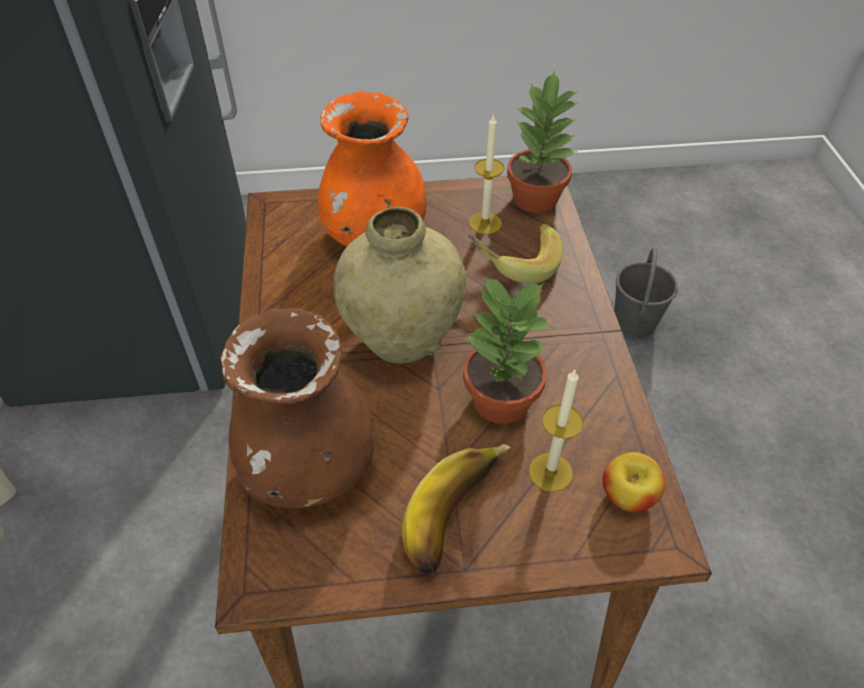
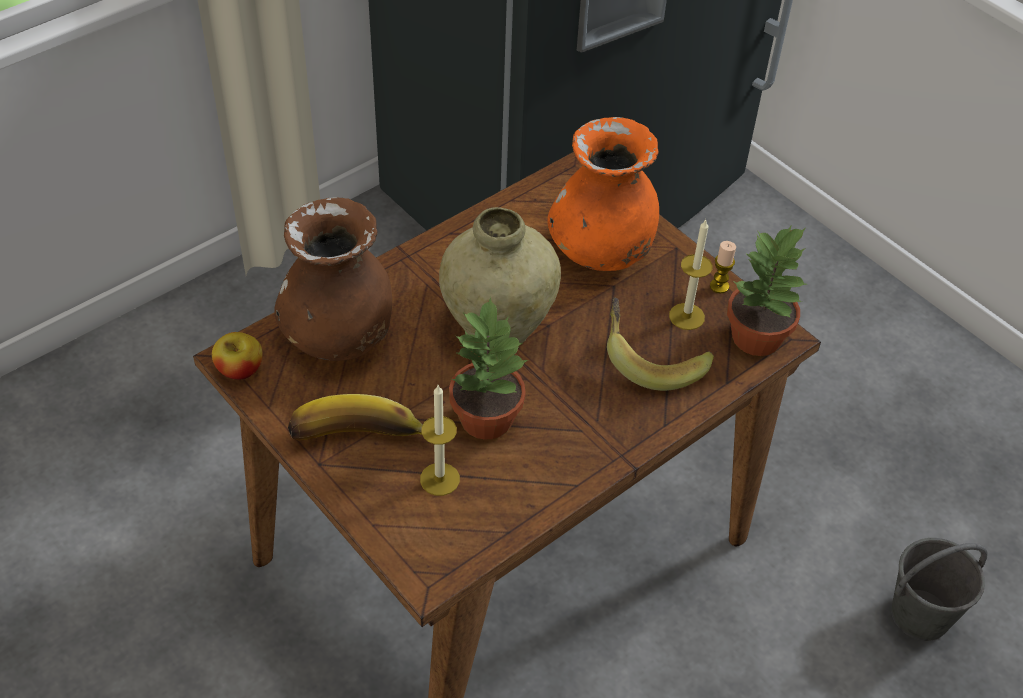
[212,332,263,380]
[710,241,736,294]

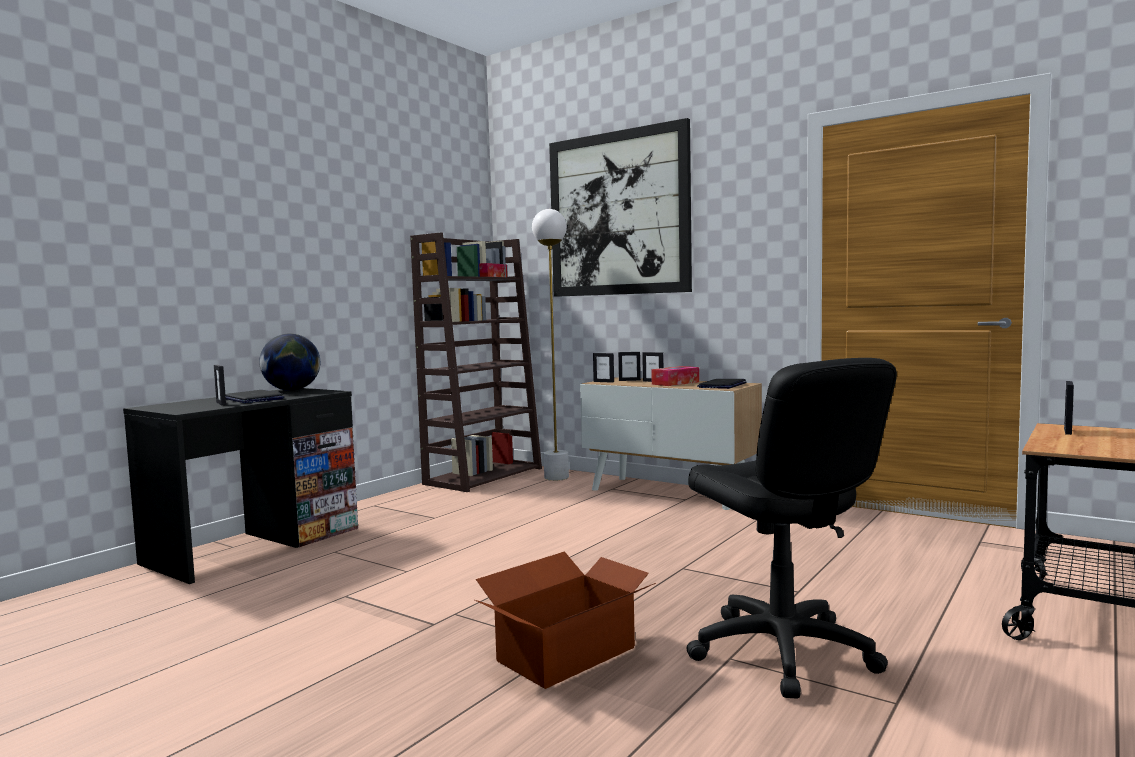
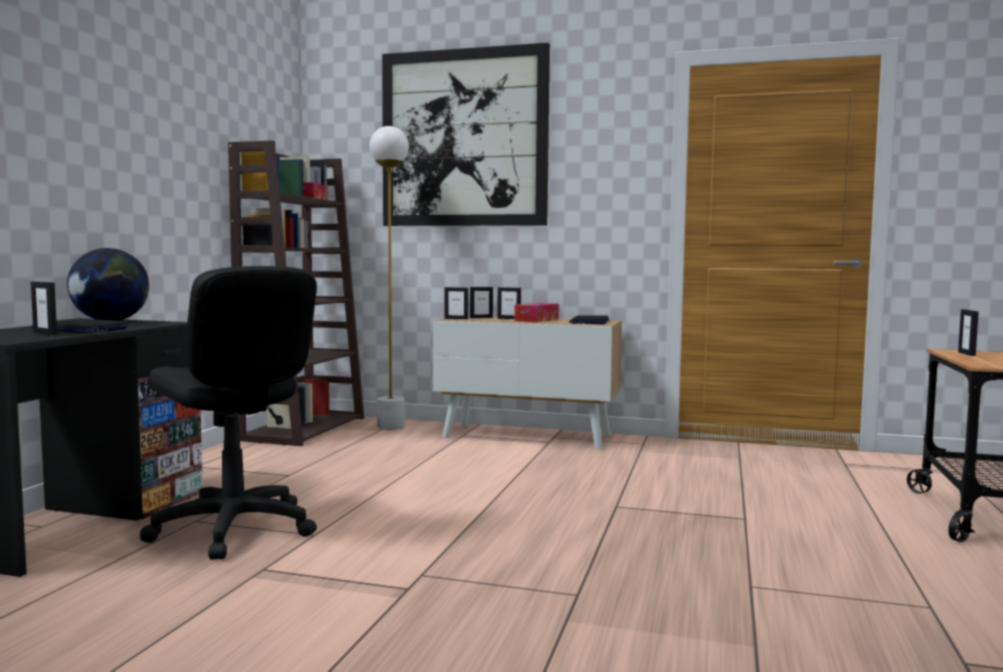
[140,266,317,560]
[475,551,656,689] (first image)

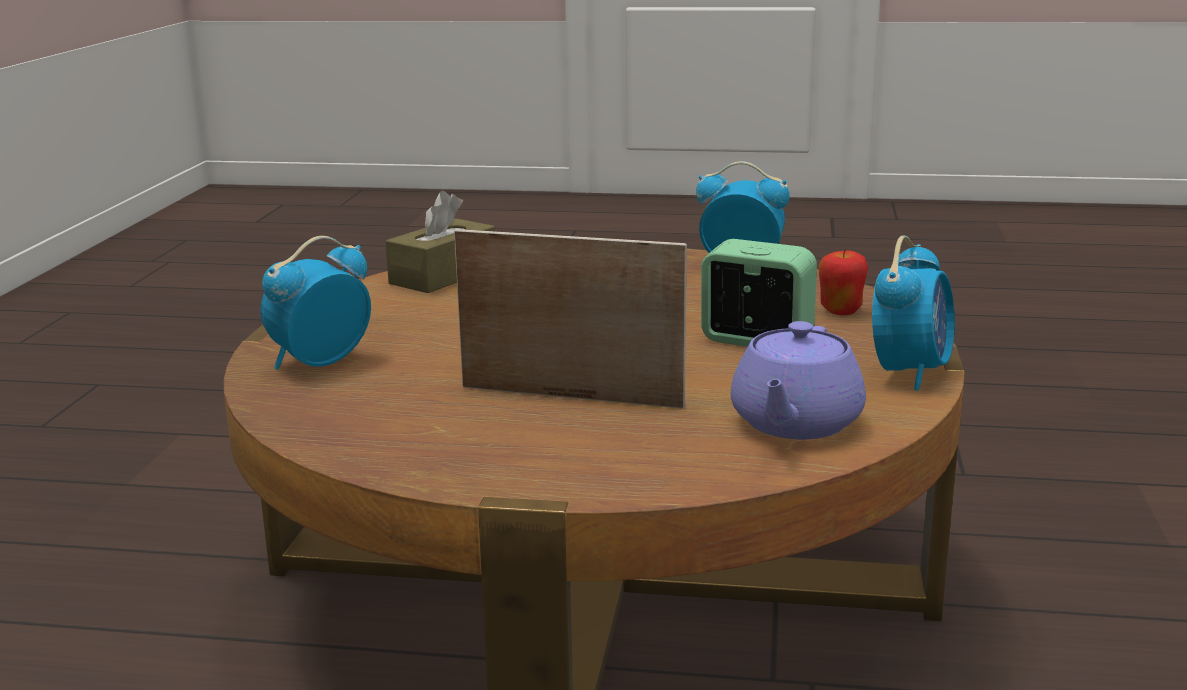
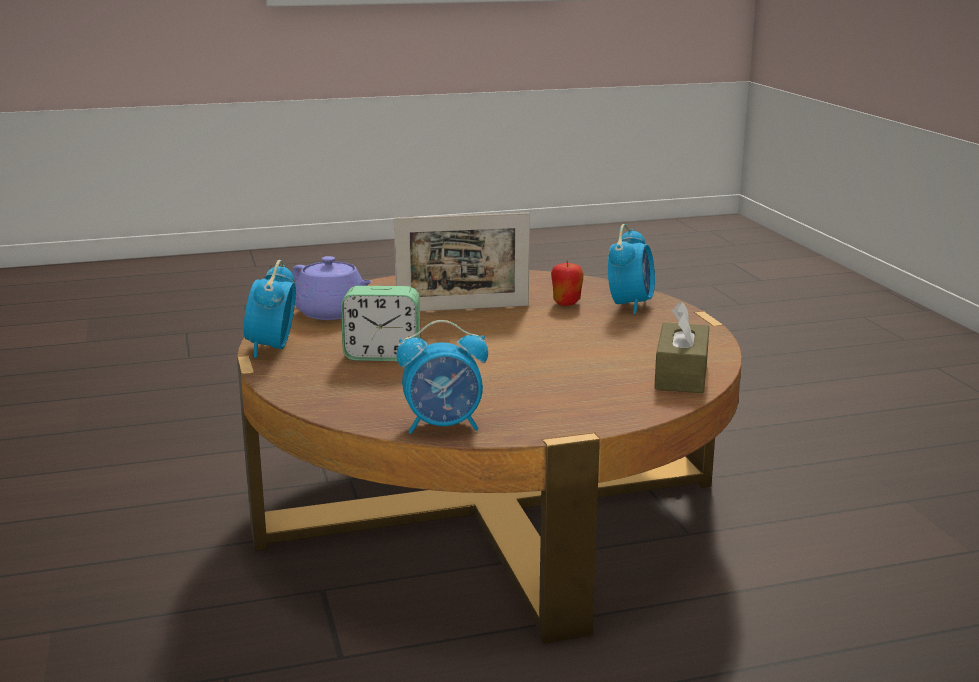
[551,261,584,306]
[292,256,373,320]

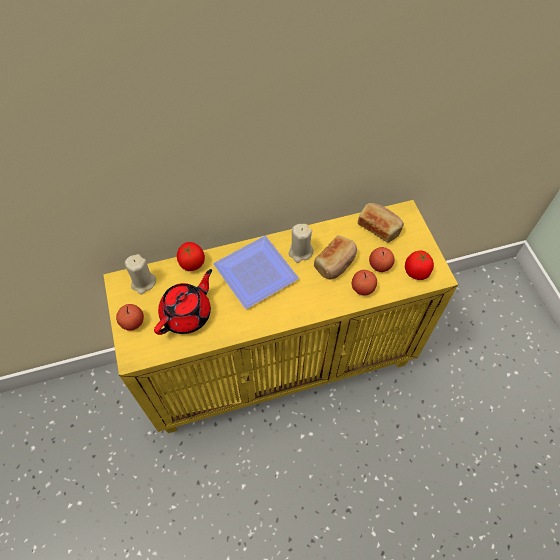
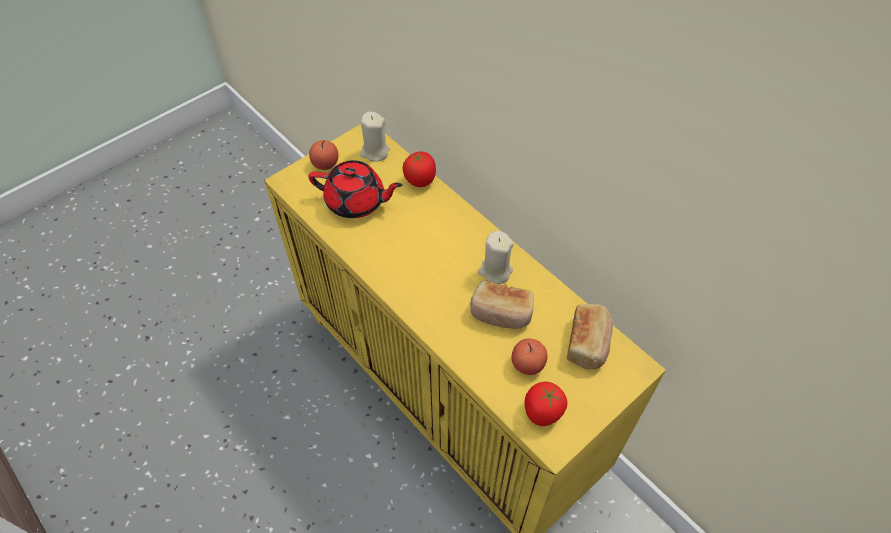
[213,236,299,309] (first image)
[352,270,377,295] (first image)

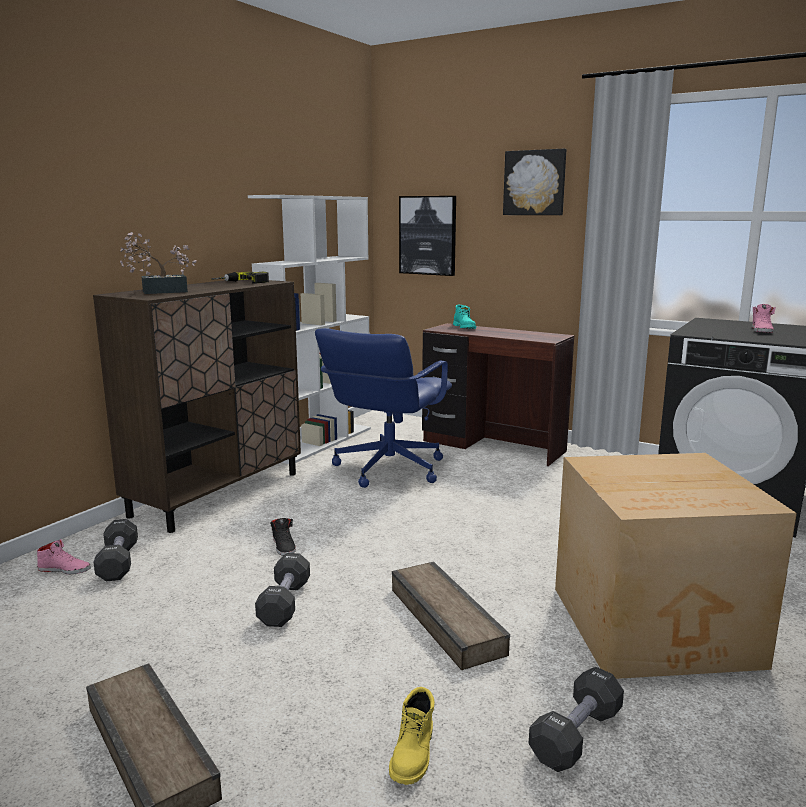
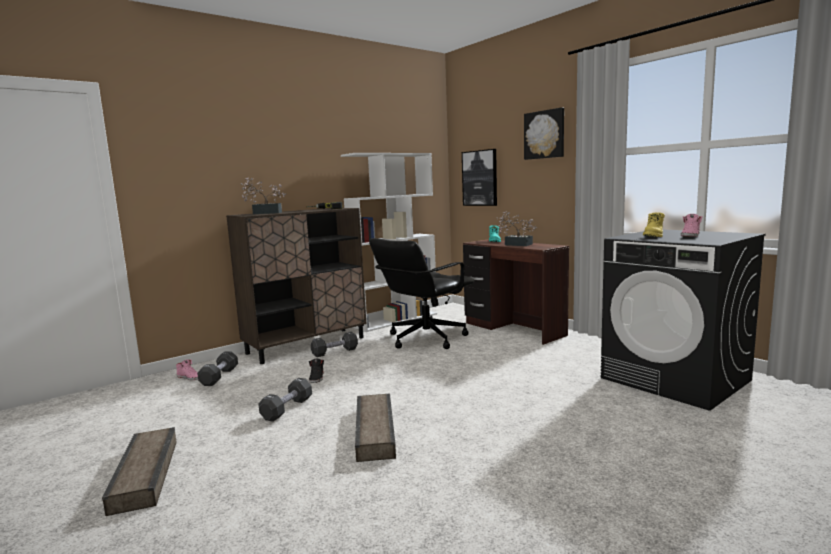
[369,238,474,349]
[555,453,797,679] (first image)
[311,332,358,357]
[643,212,665,237]
[497,212,538,246]

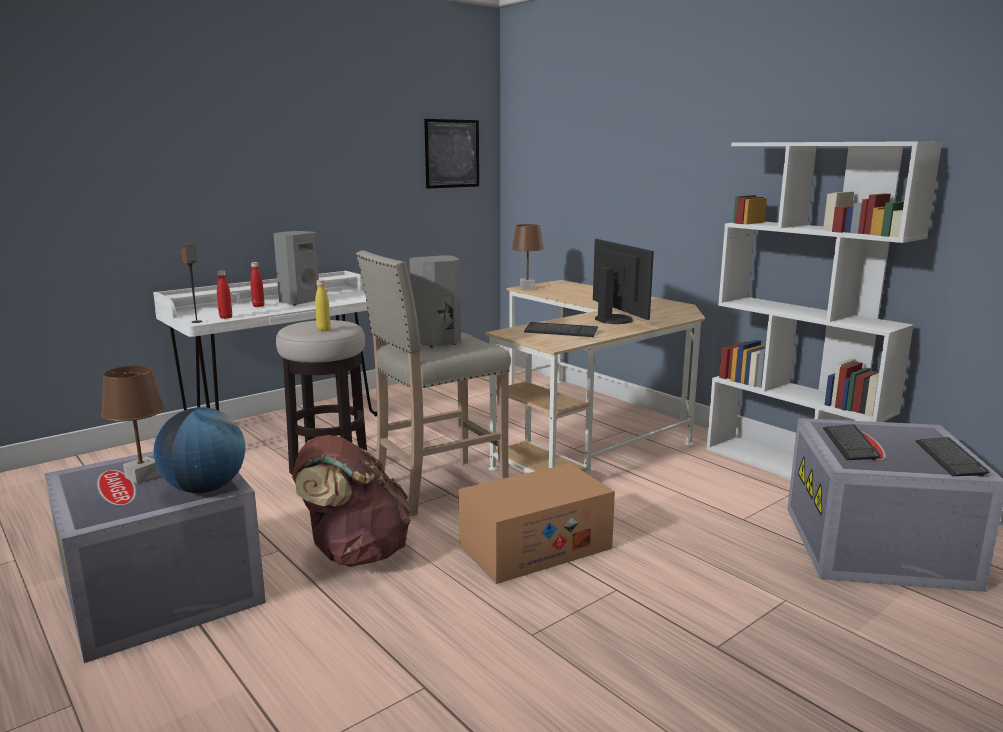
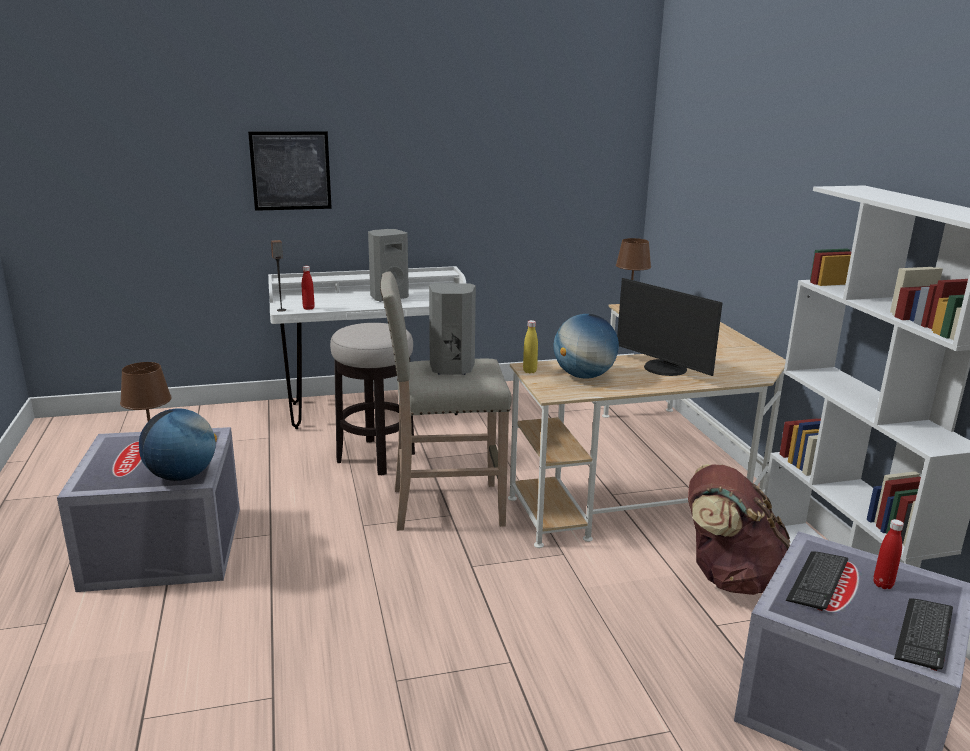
[248,131,332,211]
[617,278,722,376]
[873,519,904,589]
[523,320,538,373]
[553,314,619,379]
[688,464,790,595]
[458,463,615,584] (first image)

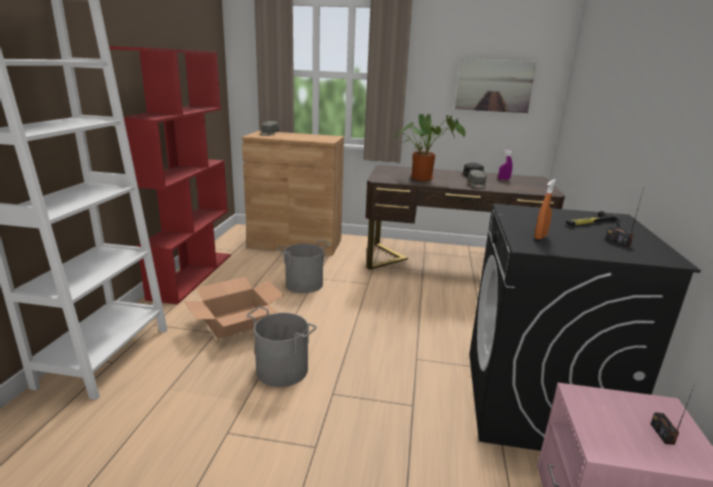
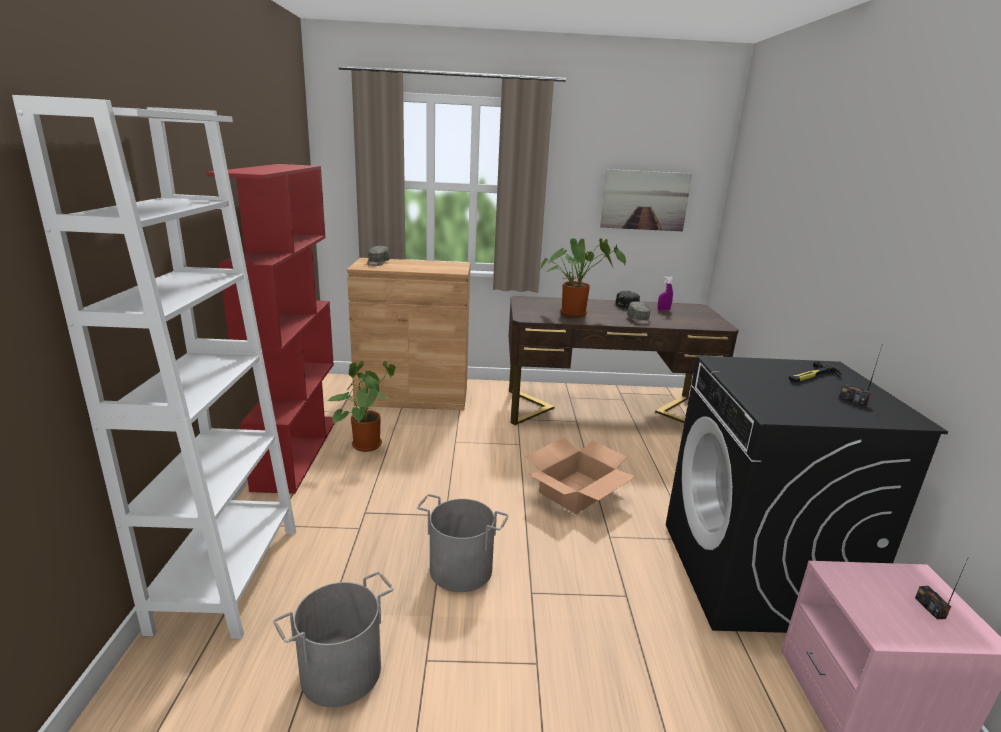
[534,179,556,239] (first image)
[273,572,393,707]
[525,438,636,514]
[328,361,396,452]

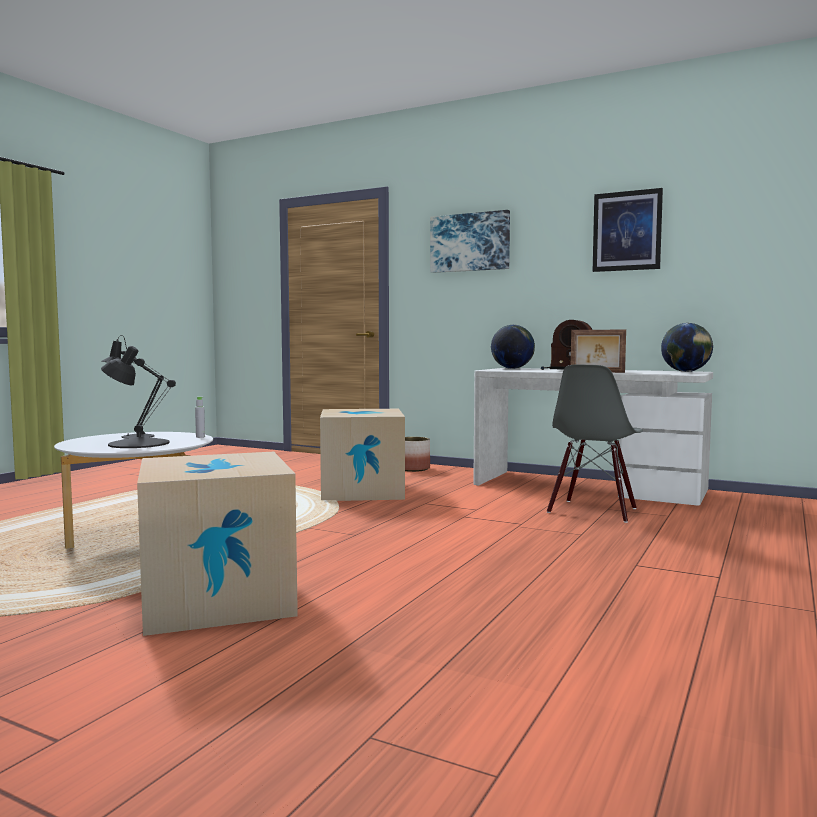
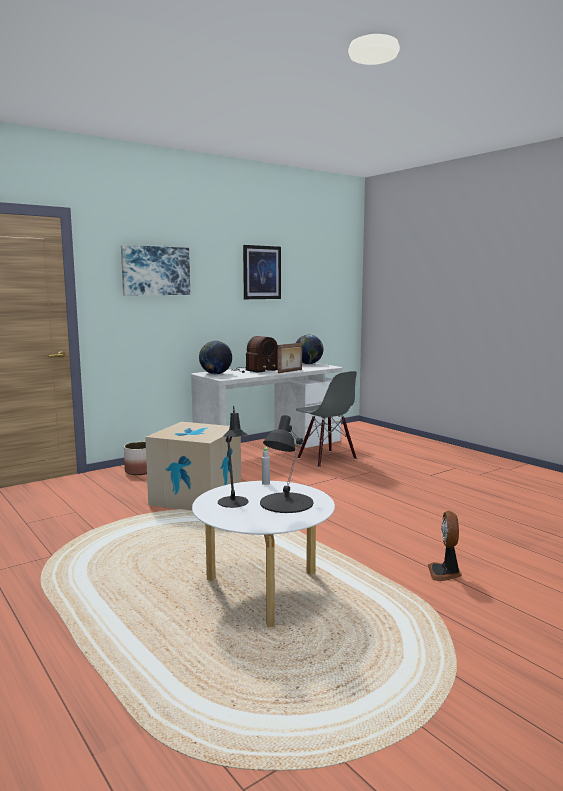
[428,511,462,581]

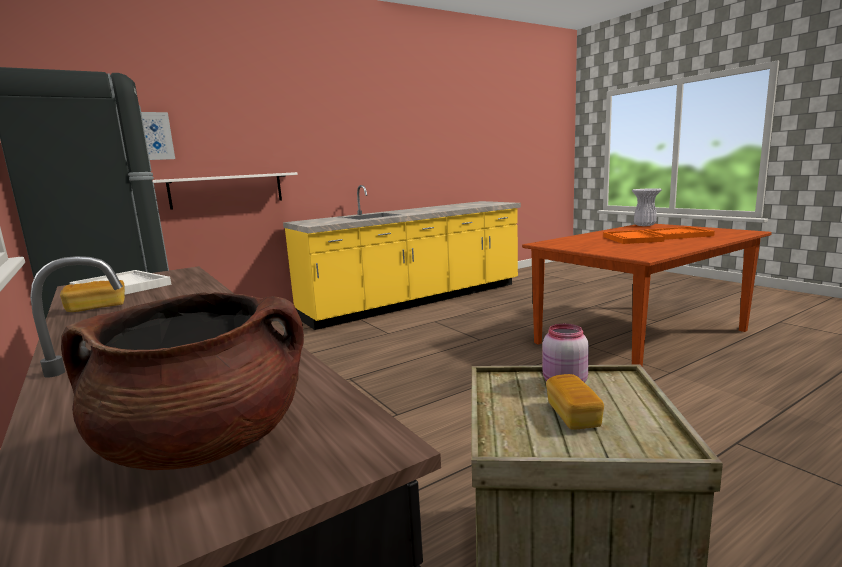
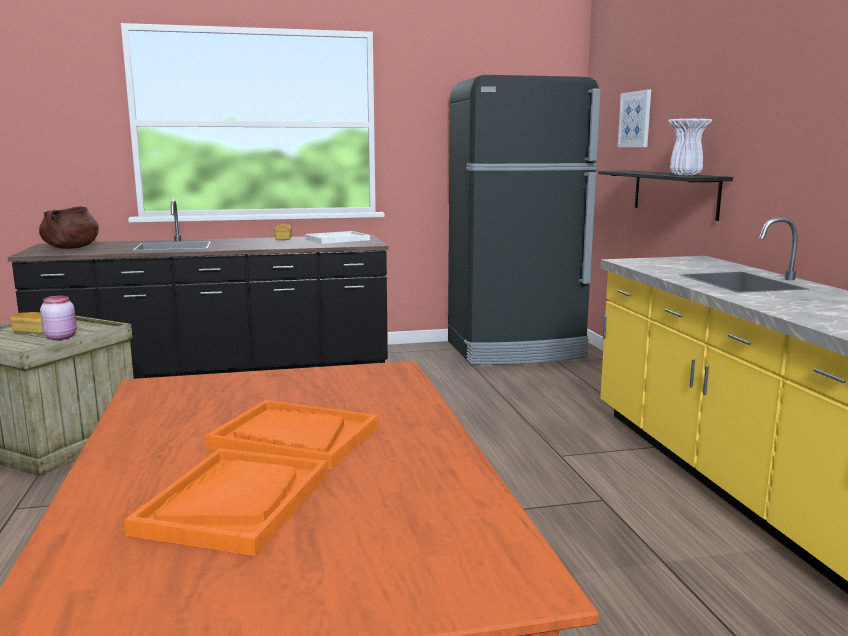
[598,171,733,221]
[669,119,712,175]

